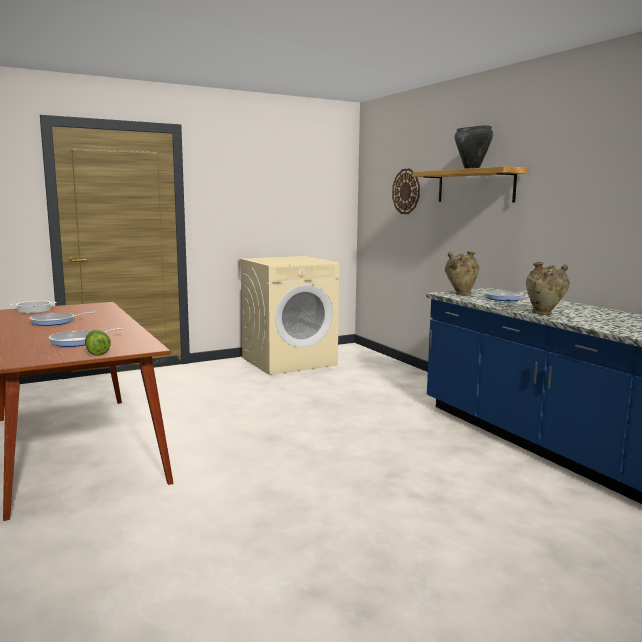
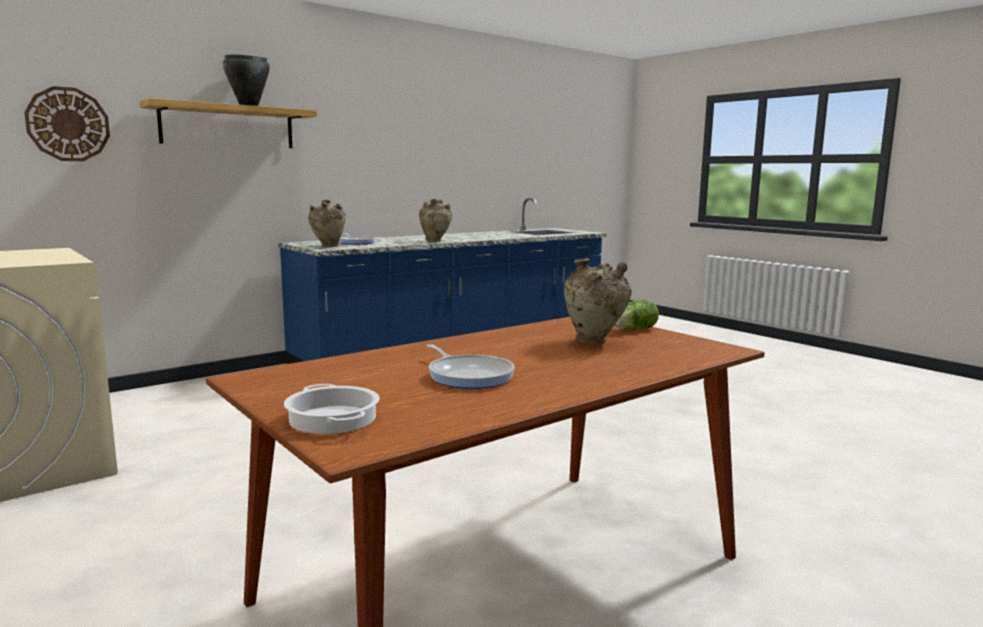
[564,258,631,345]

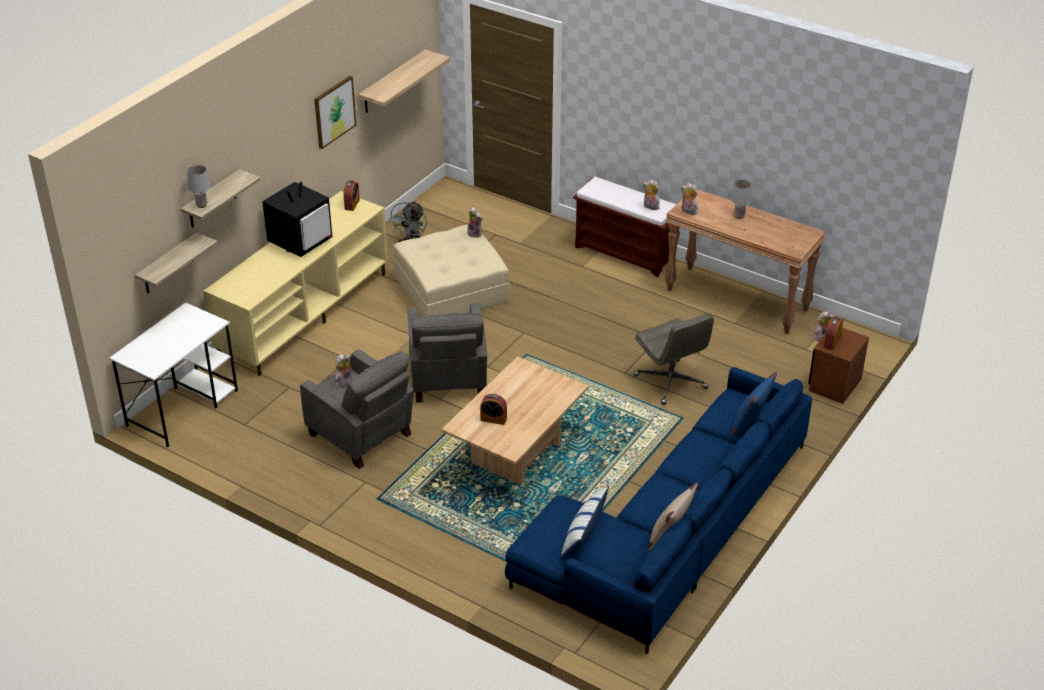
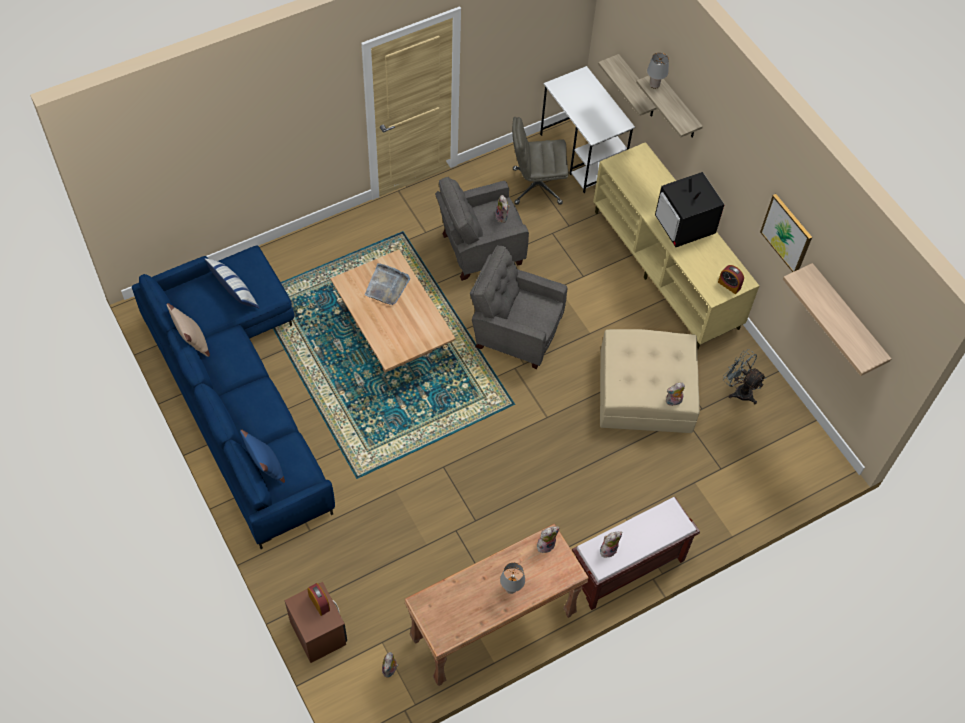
[512,117,569,205]
[365,263,410,305]

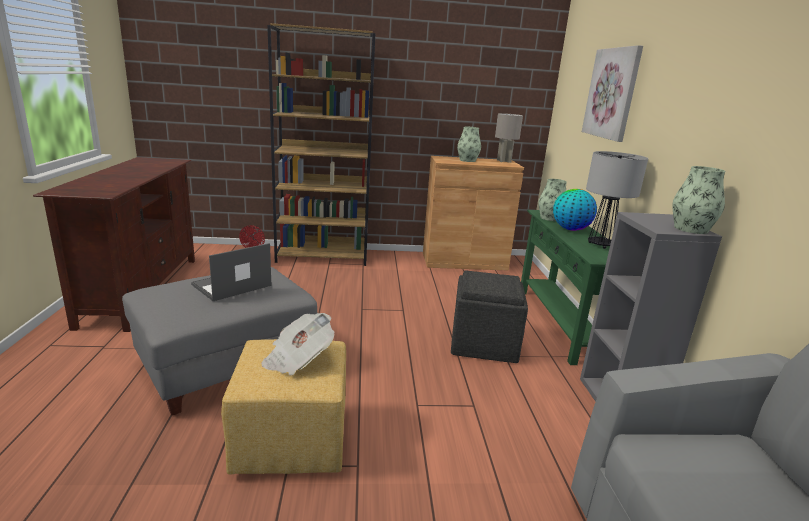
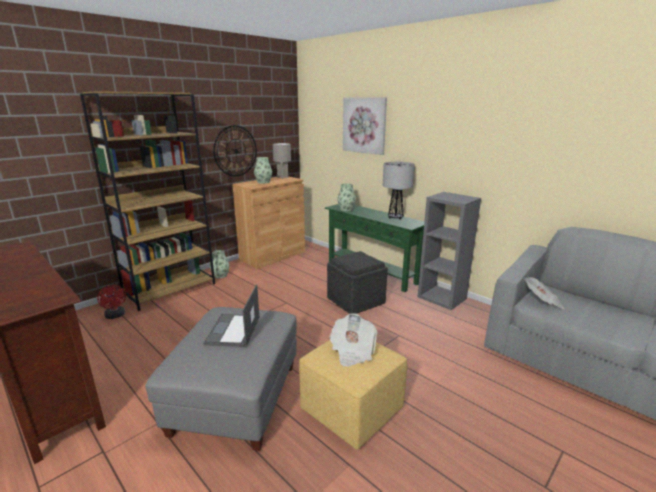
[210,250,229,278]
[553,189,597,231] (first image)
[213,125,257,176]
[524,277,564,309]

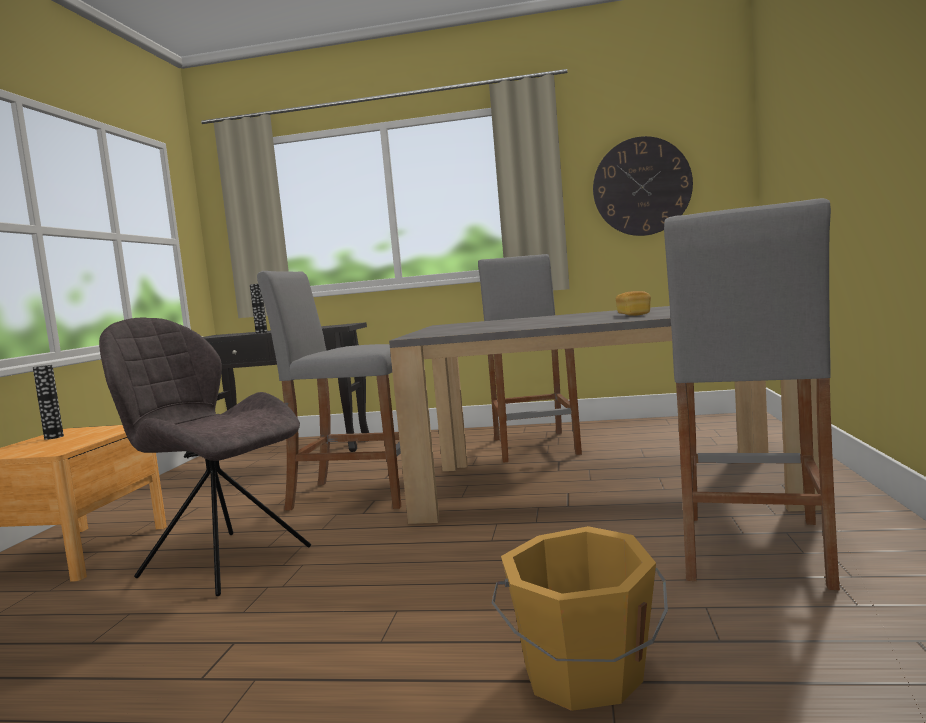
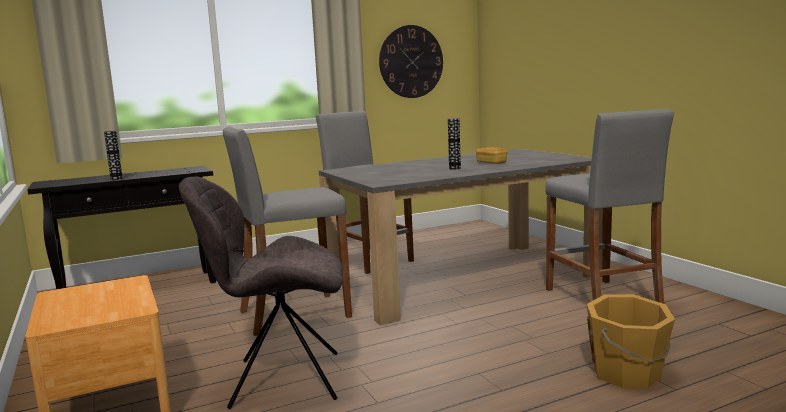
[448,118,461,170]

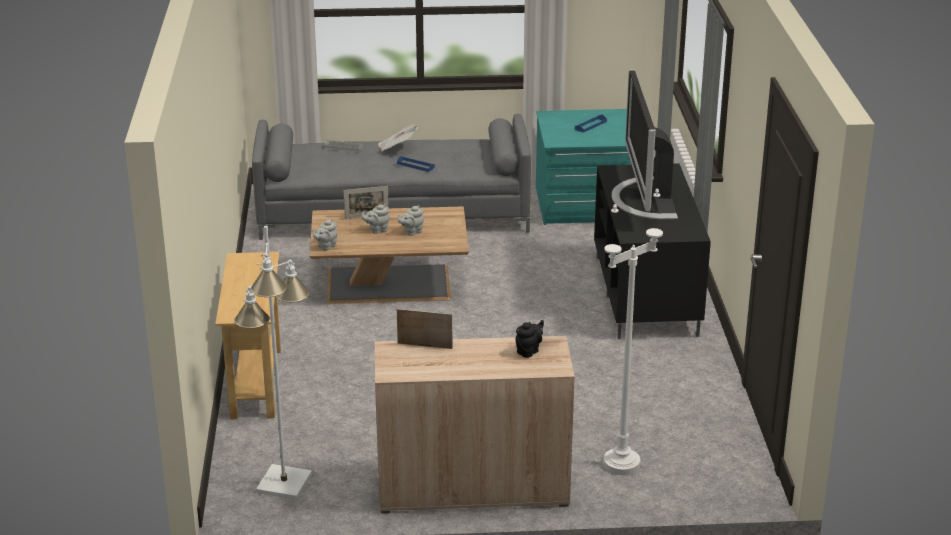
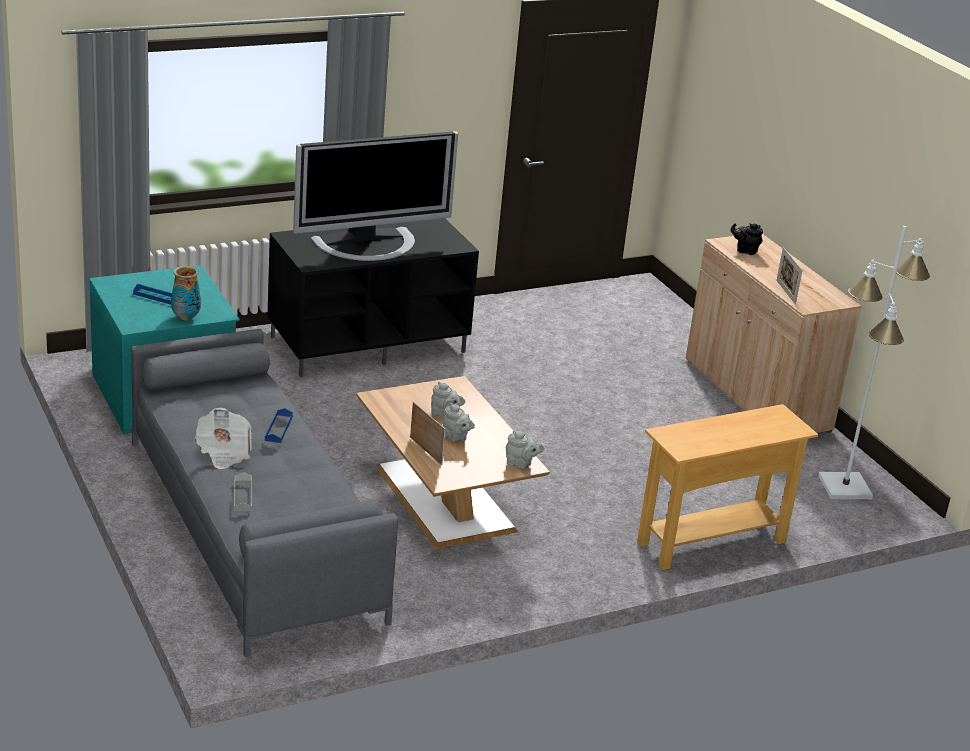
[603,188,663,475] (first image)
[171,266,201,320]

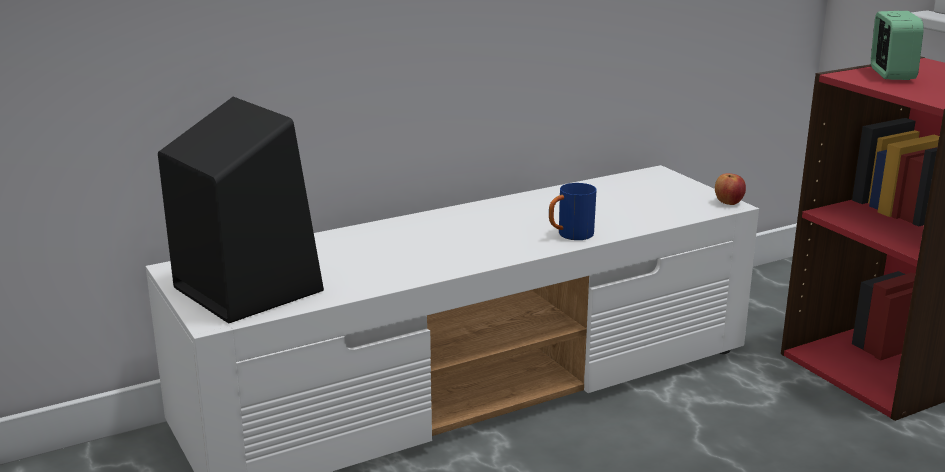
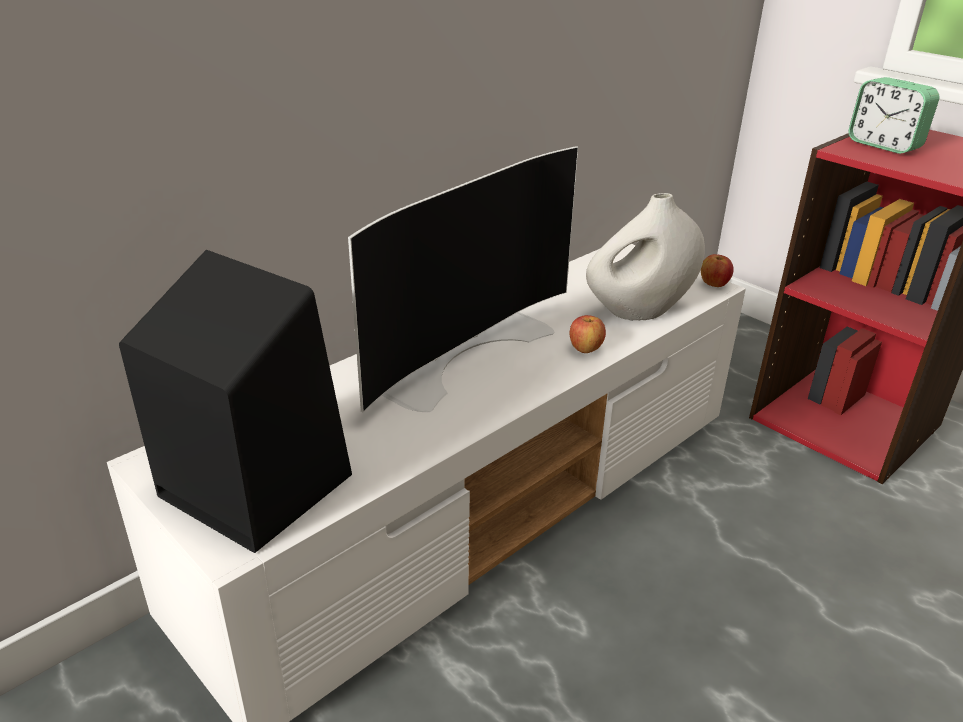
[848,77,940,154]
[570,315,606,353]
[348,146,578,412]
[586,193,705,321]

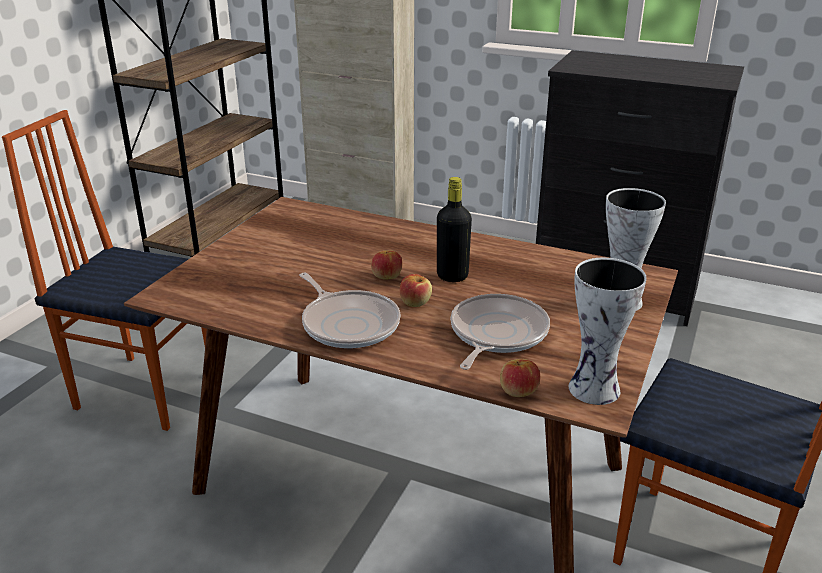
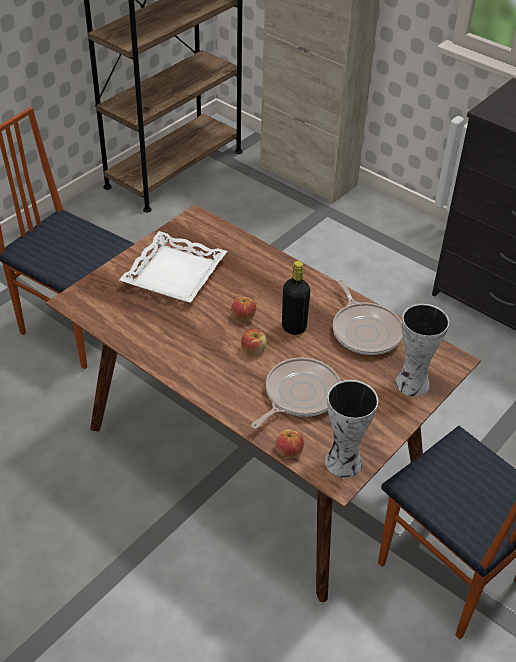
[333,279,403,355]
[119,231,227,303]

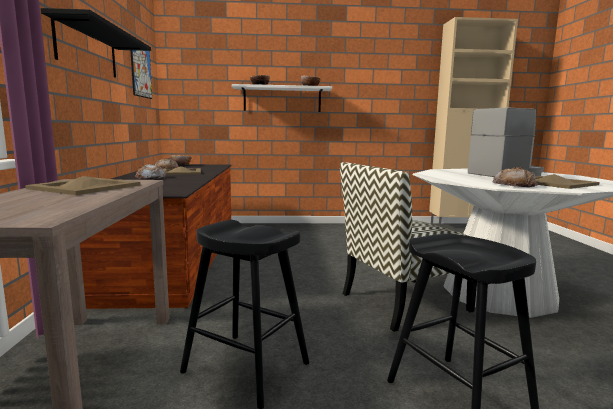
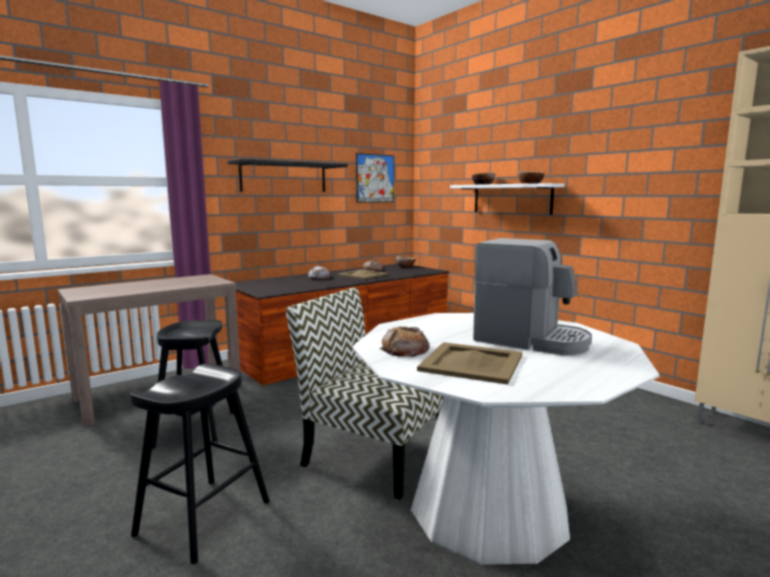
[25,176,140,195] (first image)

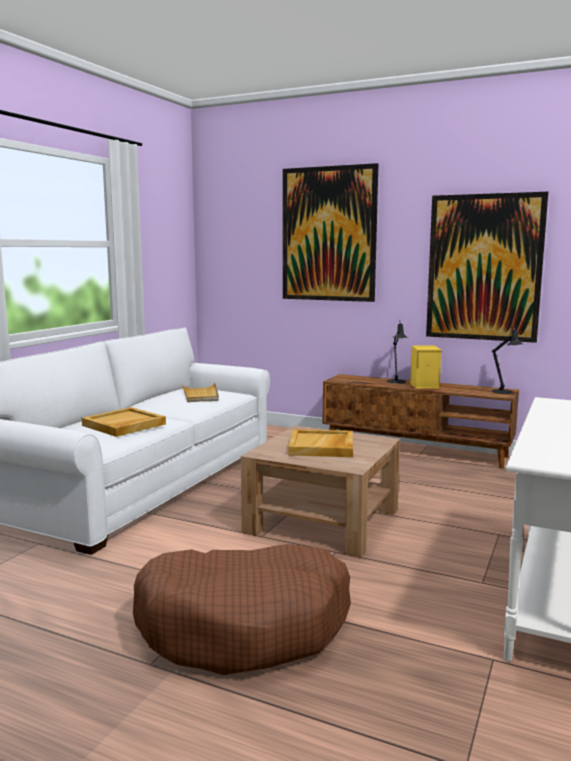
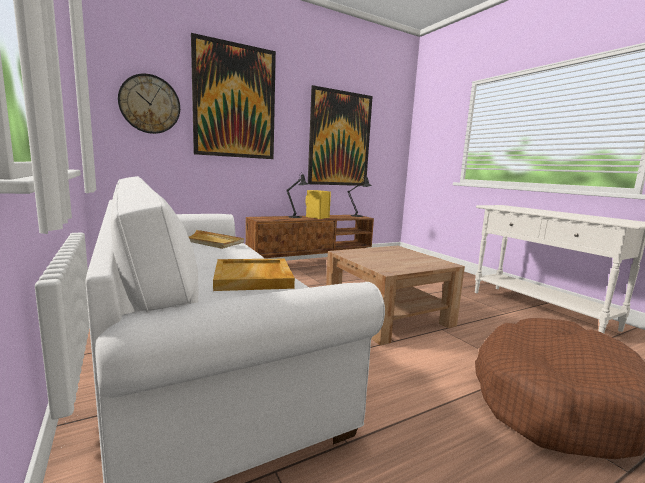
[288,429,353,457] (first image)
[118,74,180,134]

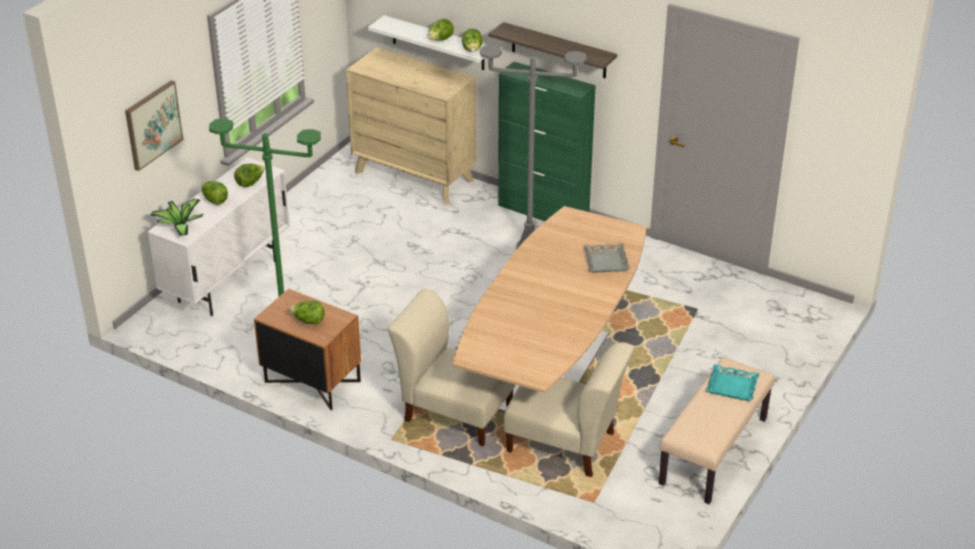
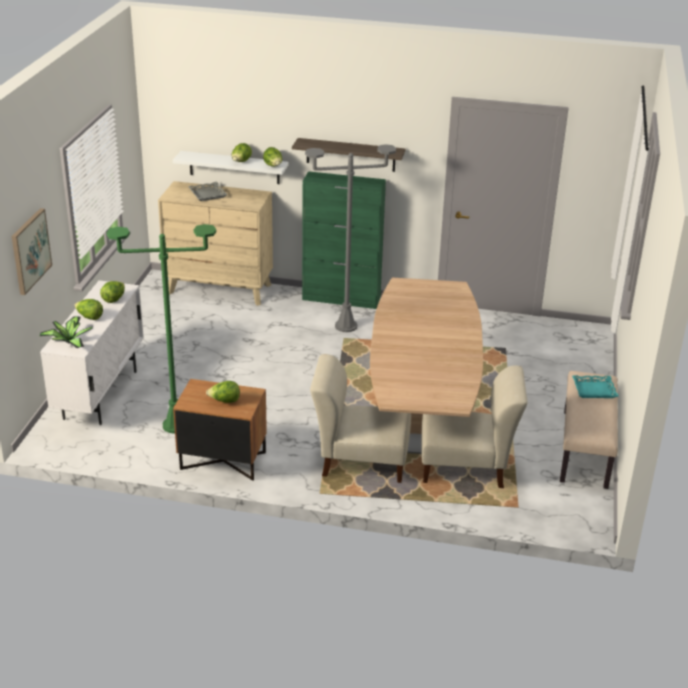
[188,182,228,201]

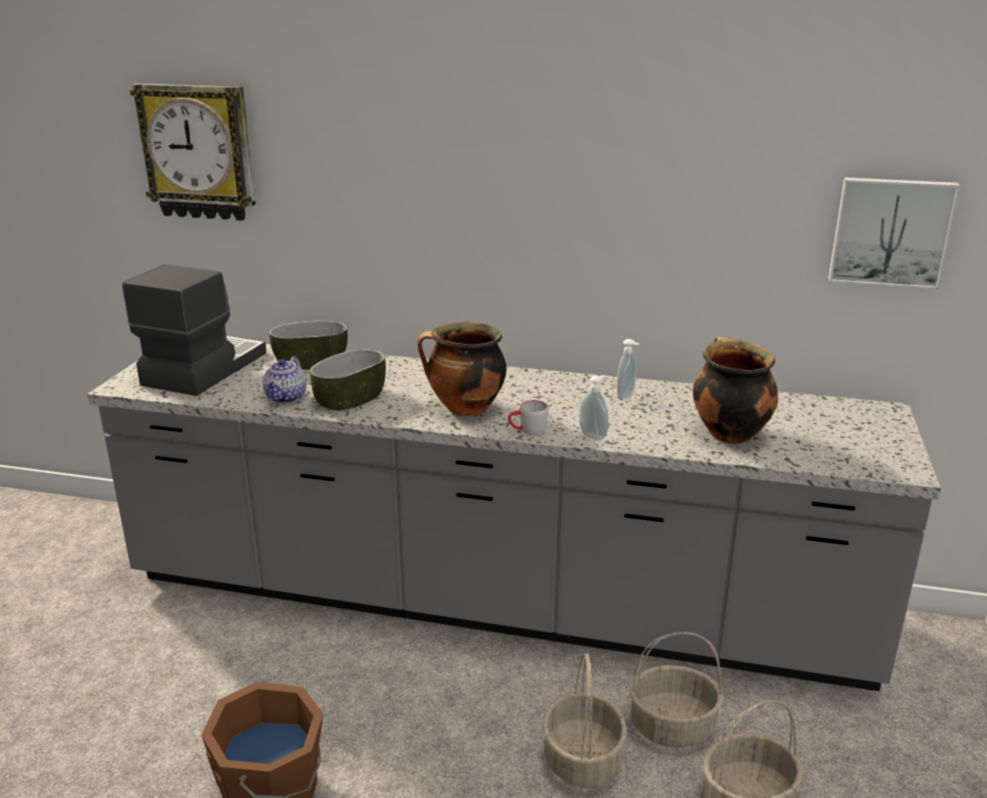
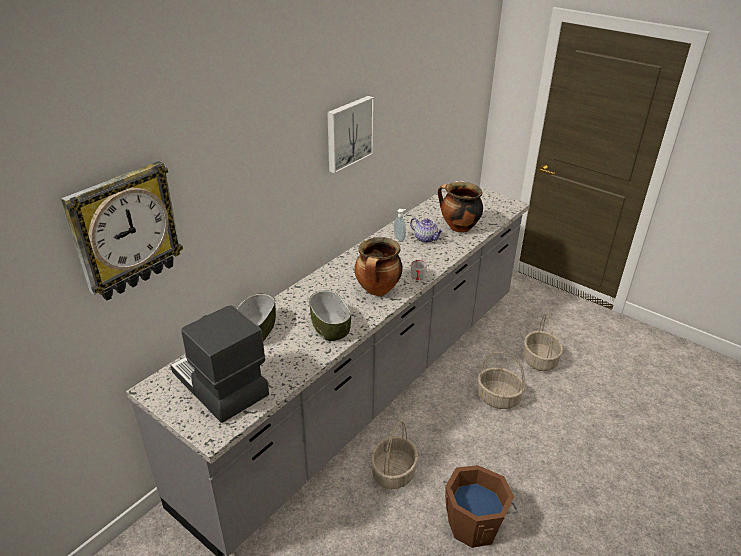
[327,96,374,174]
[410,218,444,243]
[579,375,609,441] (first image)
[371,421,418,489]

